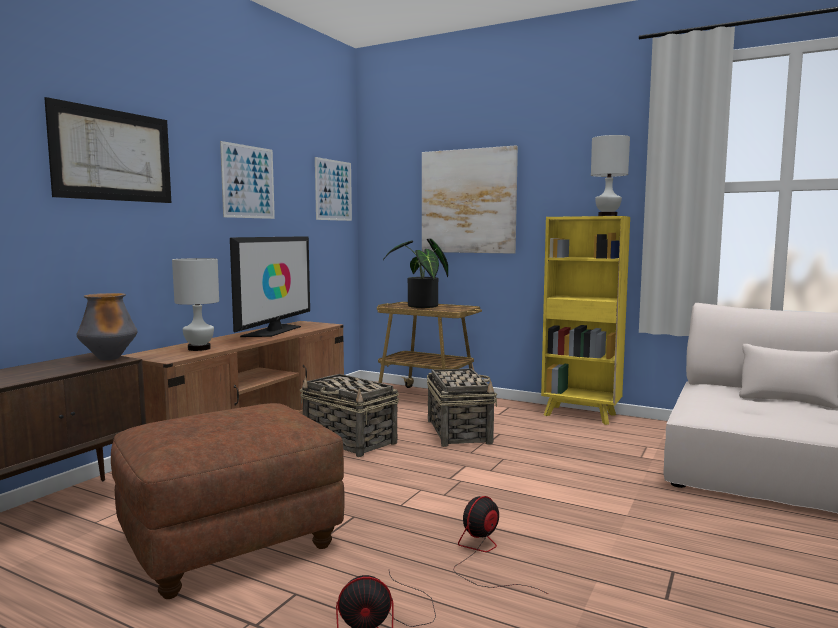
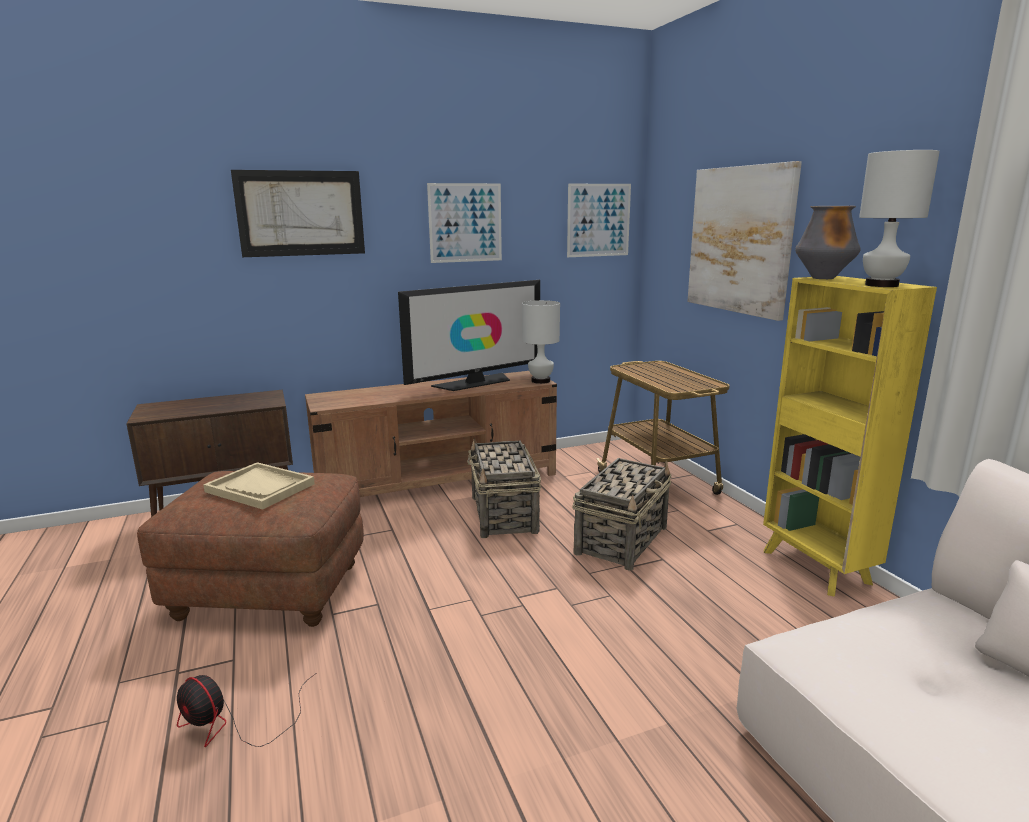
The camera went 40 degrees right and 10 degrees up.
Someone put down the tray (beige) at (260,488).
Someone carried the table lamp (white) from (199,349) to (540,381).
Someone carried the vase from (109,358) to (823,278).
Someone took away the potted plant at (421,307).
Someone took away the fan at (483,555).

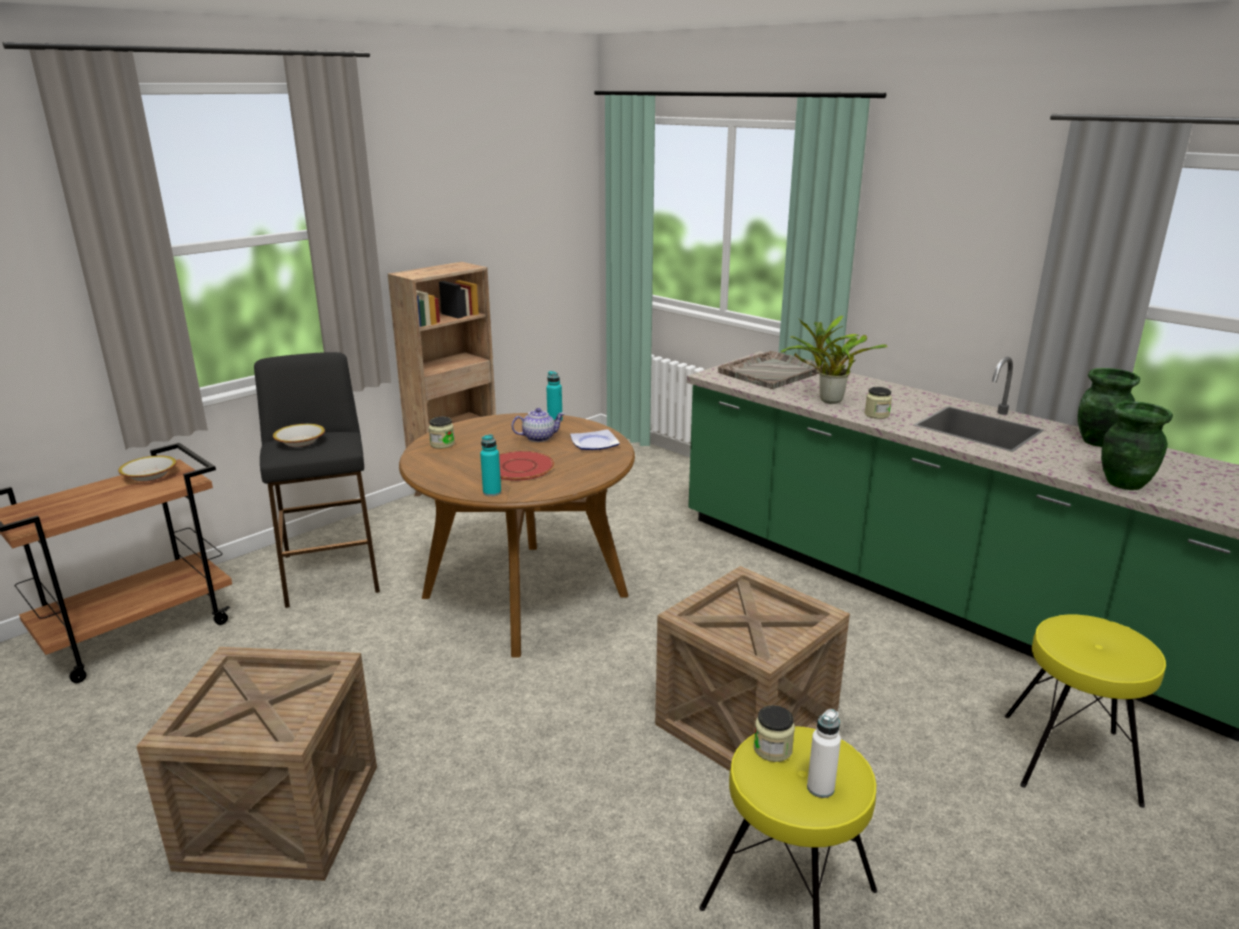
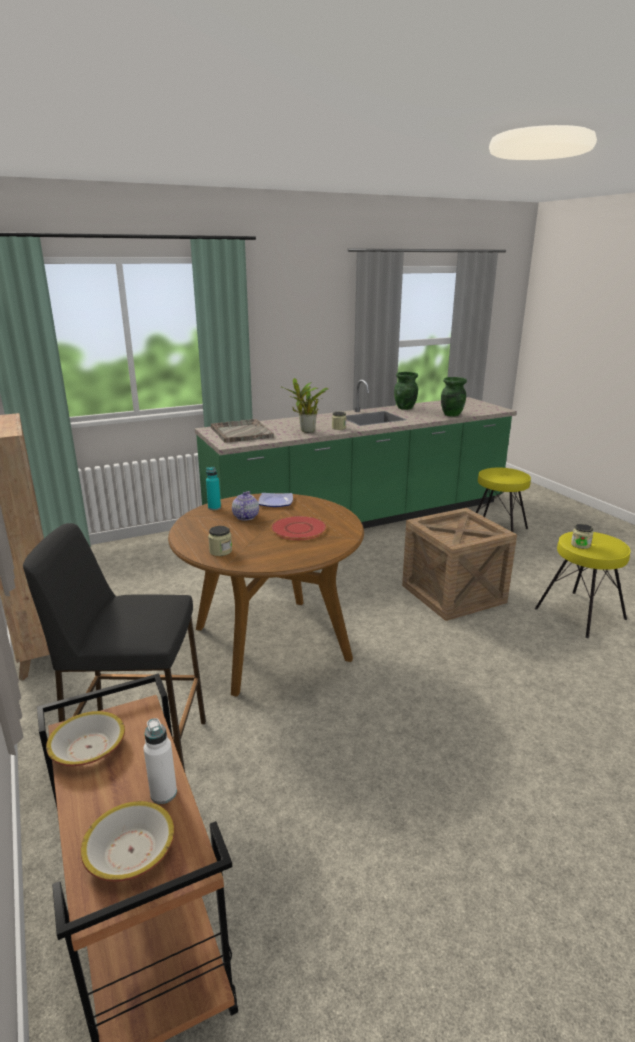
The camera went 70 degrees left and 0 degrees up.
Someone carried the bowl from (300,442) to (131,851).
Someone carried the bottle (white) from (820,788) to (163,793).
Someone took away the crate at (281,815).
Someone took away the bottle (turquoise) at (492,492).

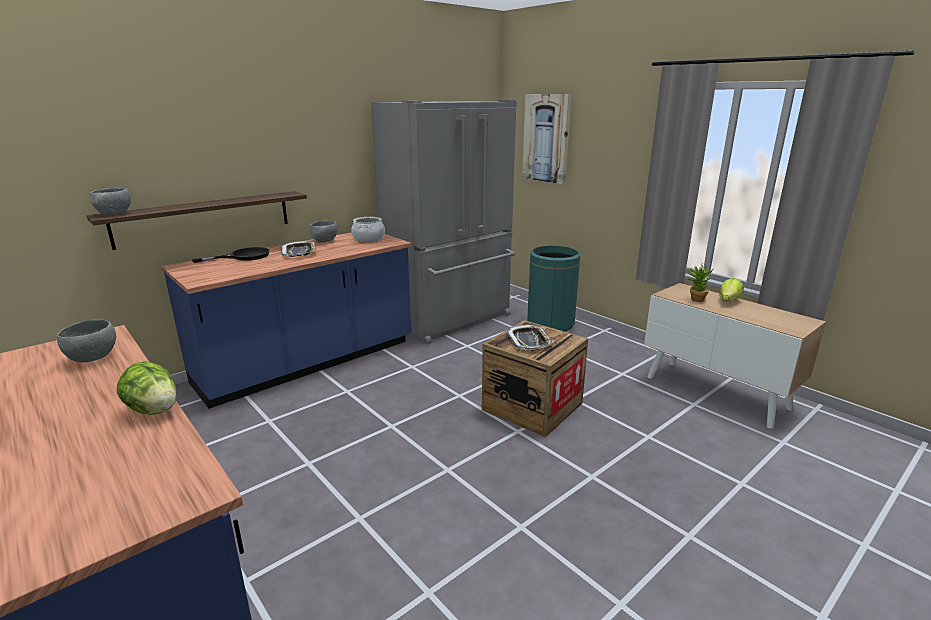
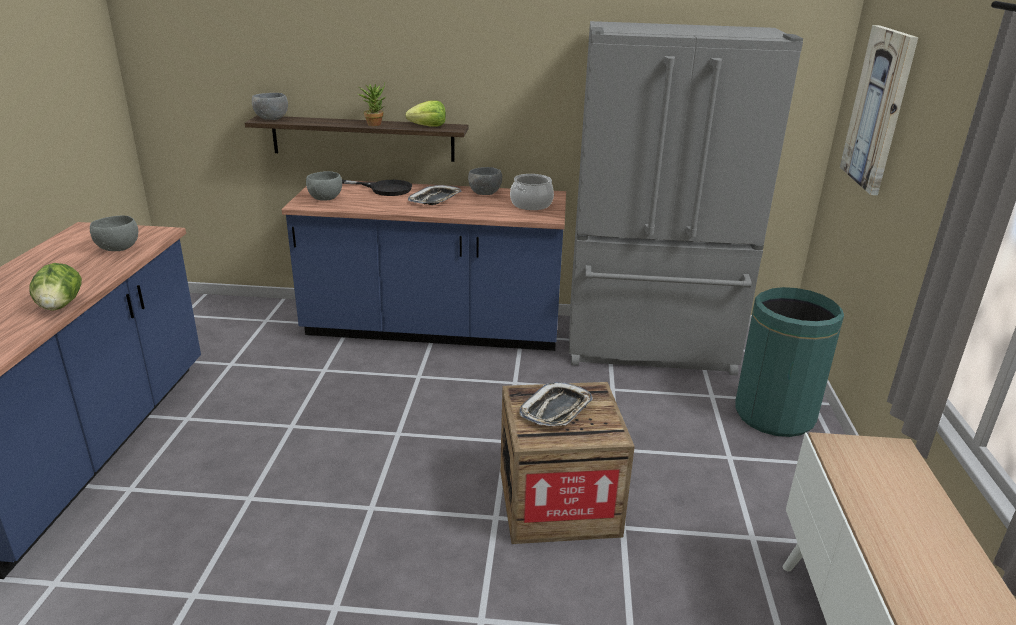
The camera went 45 degrees right and 5 degrees up.
Someone put down the bowl (grey) at (326,199).
Someone carried the potted plant from (694,299) to (374,123).
Someone carried the lettuce from (728,301) to (428,126).

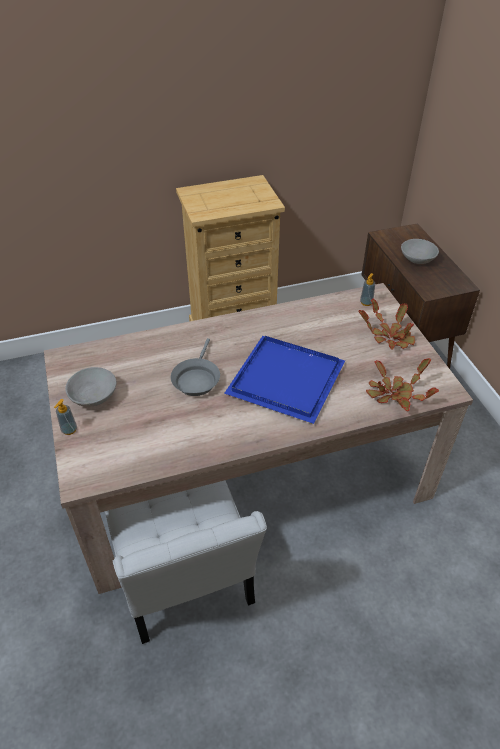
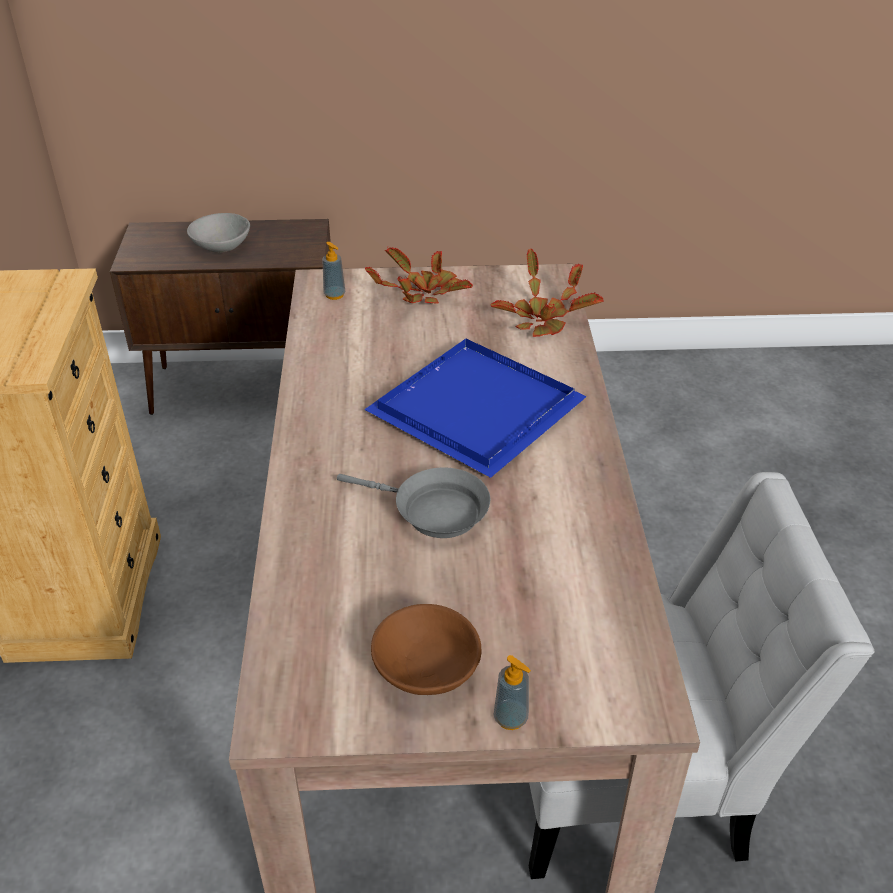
The camera went 75 degrees left and 5 degrees down.
Someone repainted the bowl (grey) at (93,396), which became the bowl (brown) at (426,670).

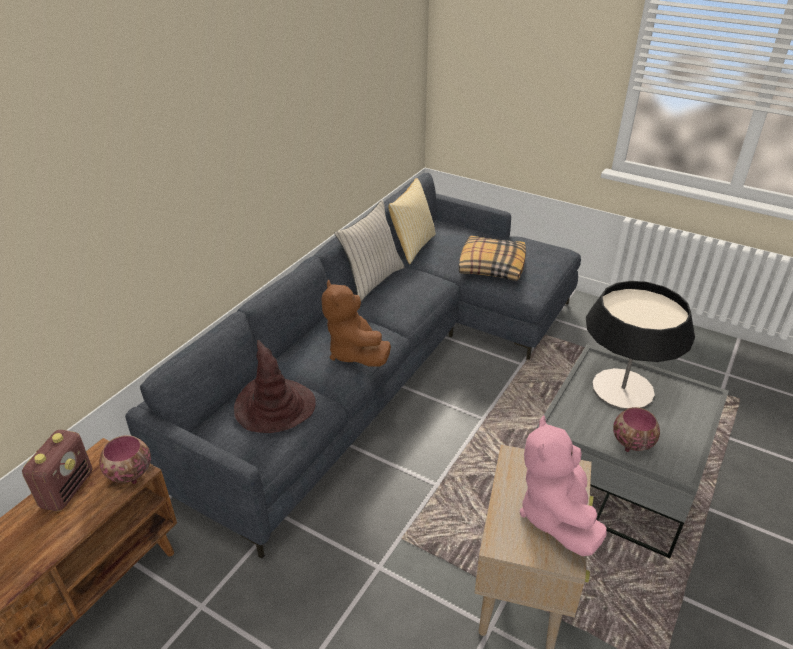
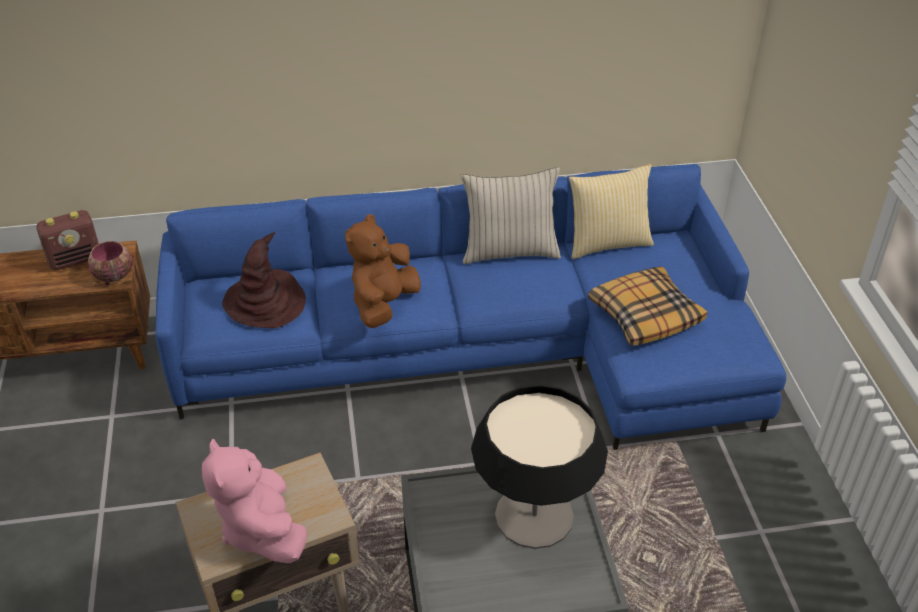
The camera went 50 degrees right and 5 degrees up.
Someone repainted the sofa (grey) at (388,362), which became the sofa (blue) at (484,350).
Someone rotated the plush toy (pink) at (556,515) by 75 degrees counterclockwise.
Someone took away the bowl at (631,442).

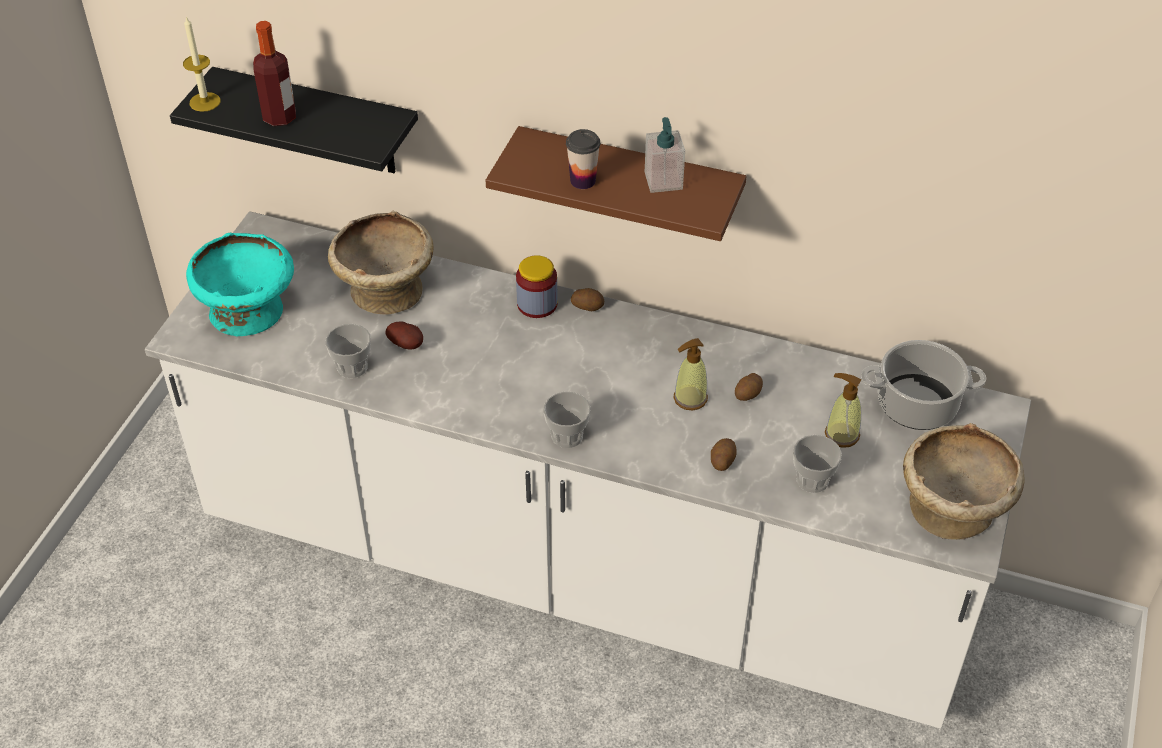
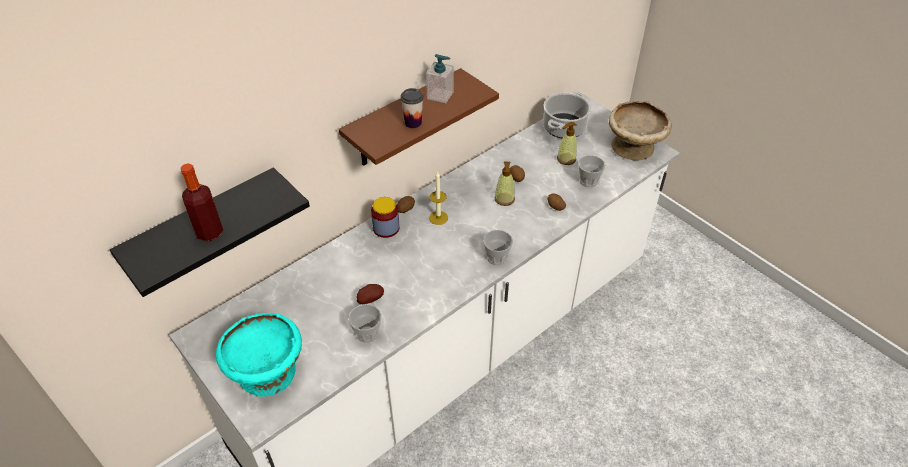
The camera went 60 degrees left and 0 degrees up.
Someone carried the candle from (205,102) to (438,218).
Someone took away the bowl (beige) at (385,289).

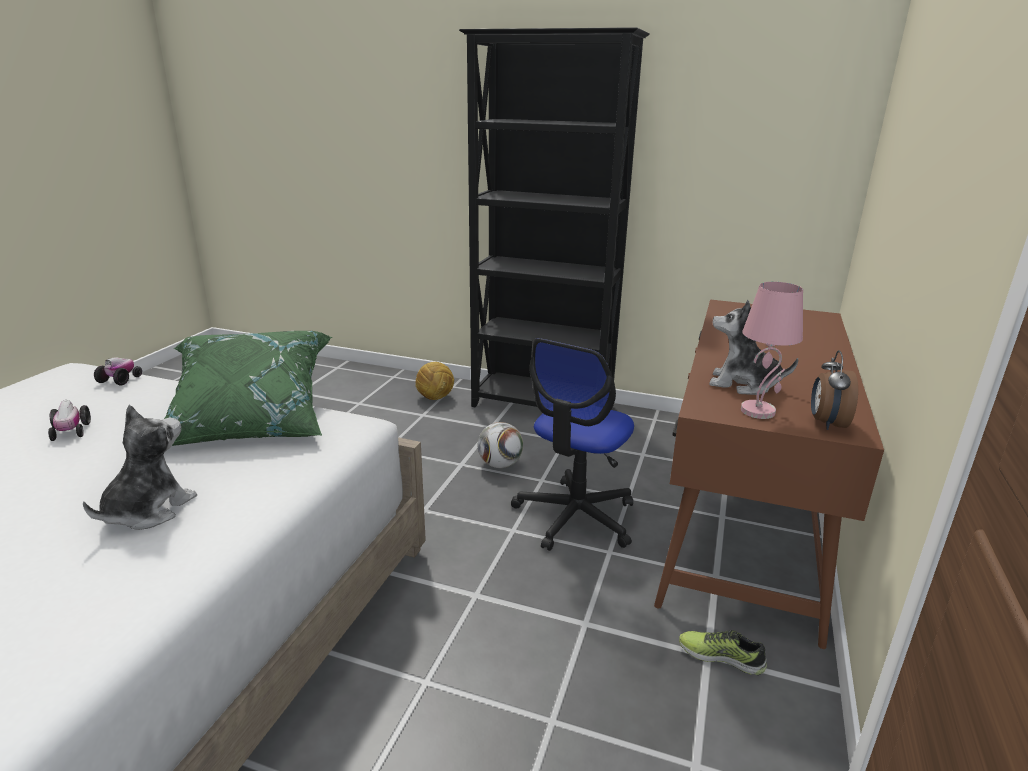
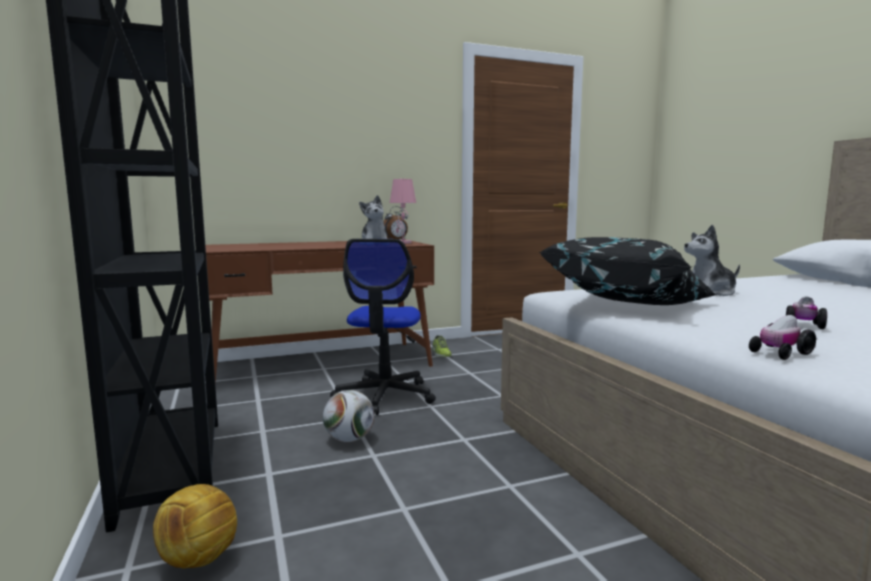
The camera went 130 degrees left and 15 degrees down.
Someone rotated the office chair at (575,516) by 105 degrees clockwise.
Someone repainted the pillow (green) at (250,419), which became the pillow (black) at (628,305).

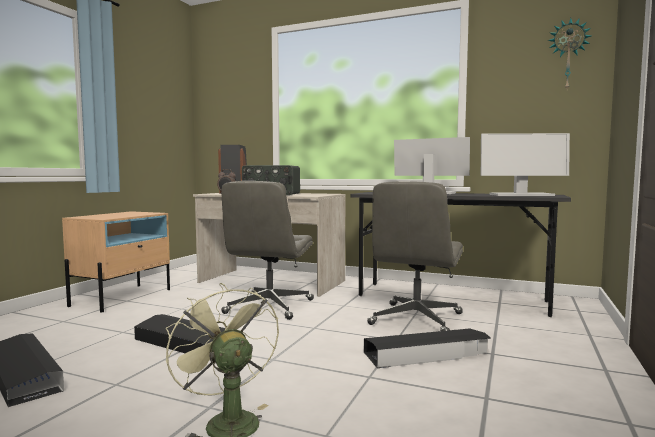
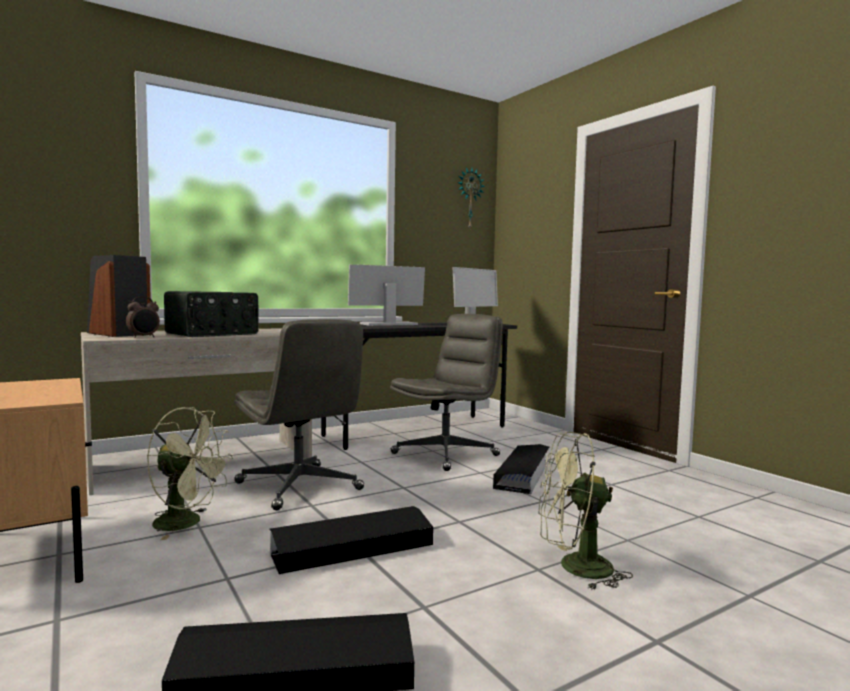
The camera went 55 degrees left and 0 degrees up.
Someone put down the fan (green) at (187,523).
Someone rotated the office chair (grey) at (416,319) by 105 degrees counterclockwise.

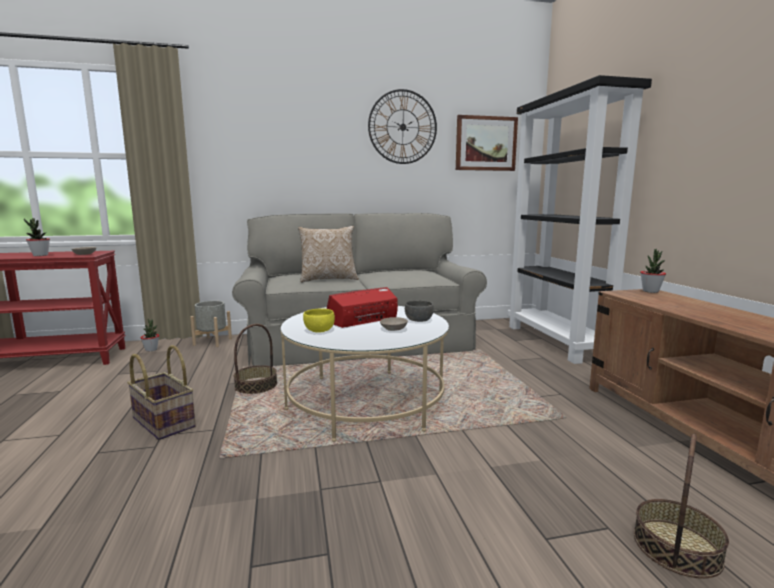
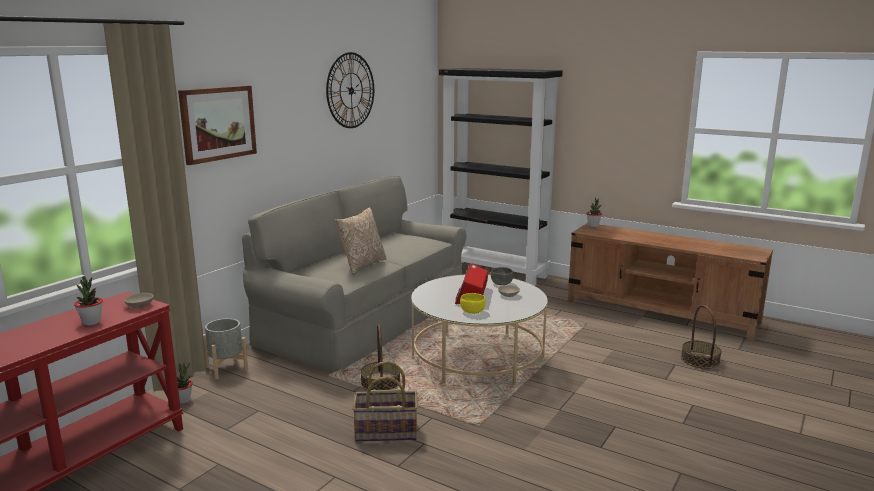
The camera went 45 degrees left and 5 degrees up.
Someone carried the picture from (485,143) to (218,123).

